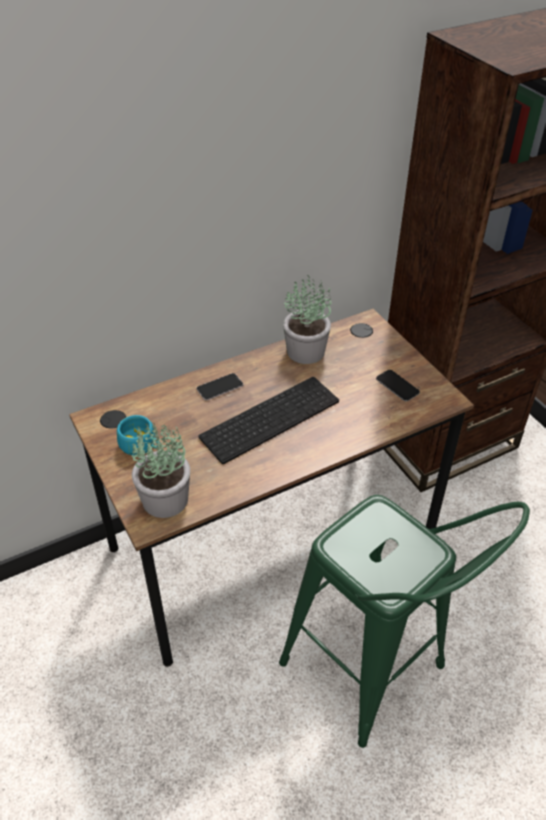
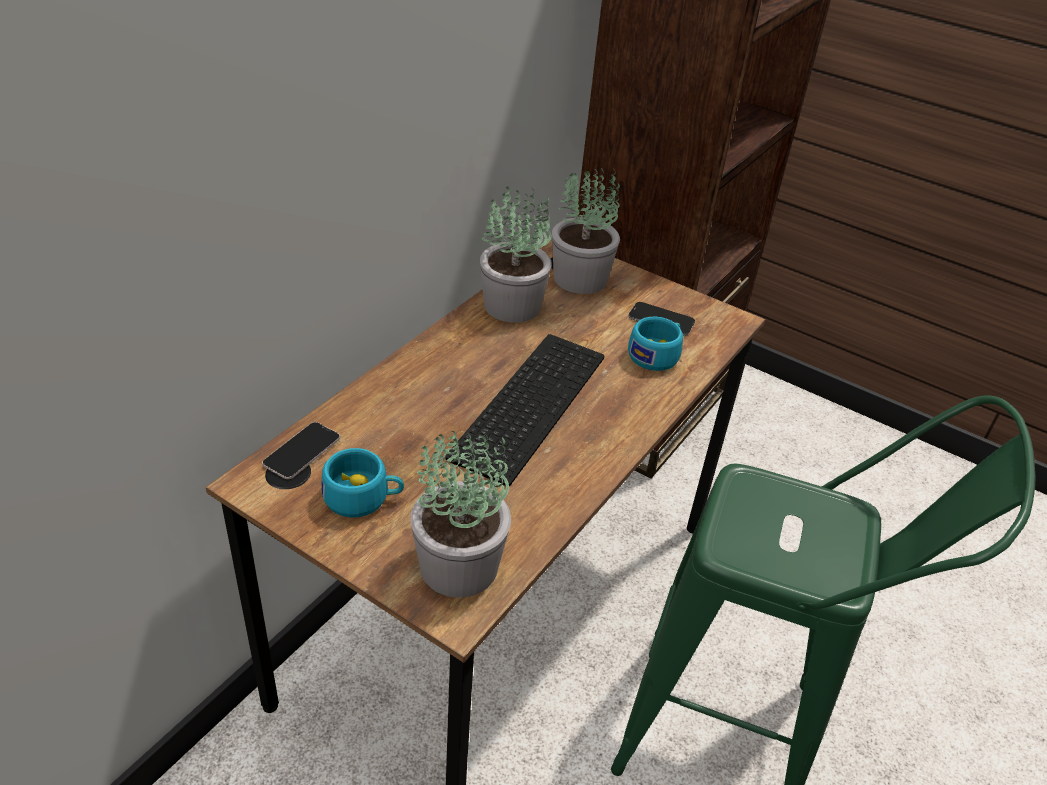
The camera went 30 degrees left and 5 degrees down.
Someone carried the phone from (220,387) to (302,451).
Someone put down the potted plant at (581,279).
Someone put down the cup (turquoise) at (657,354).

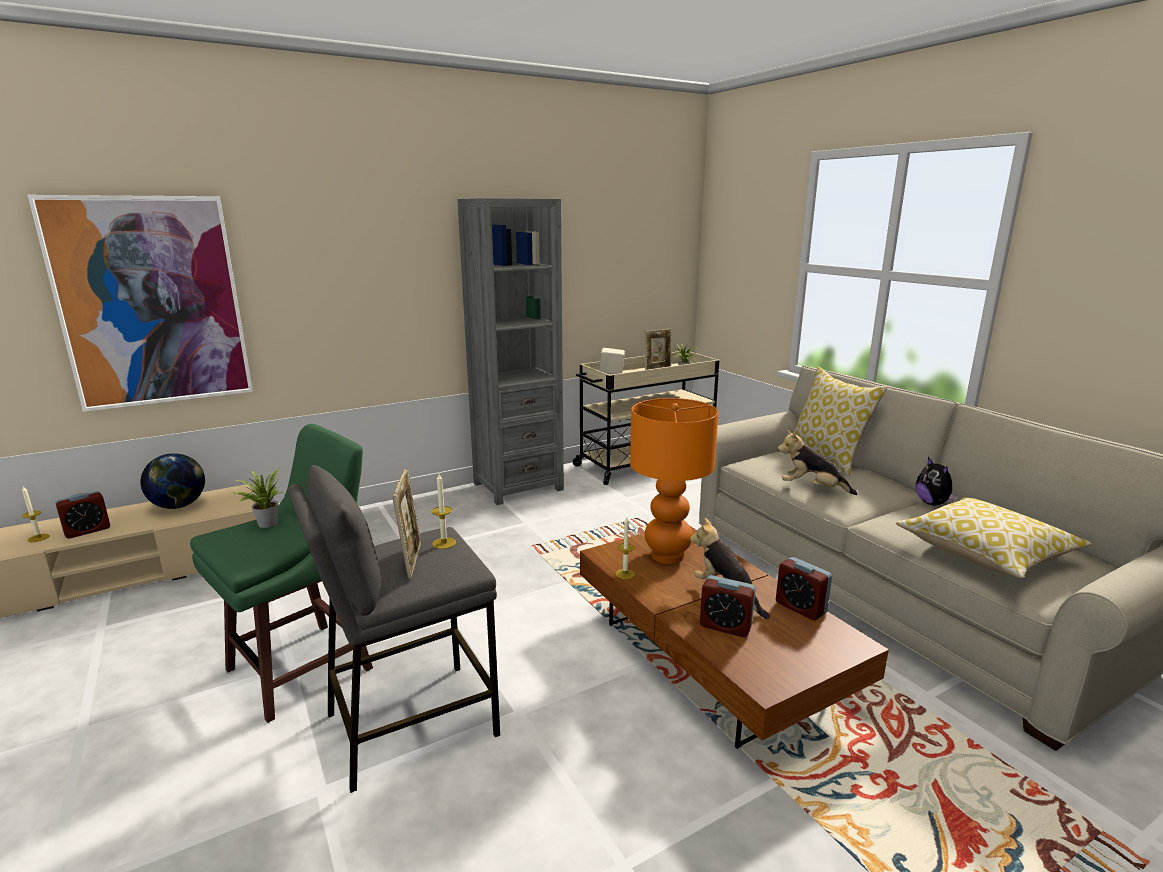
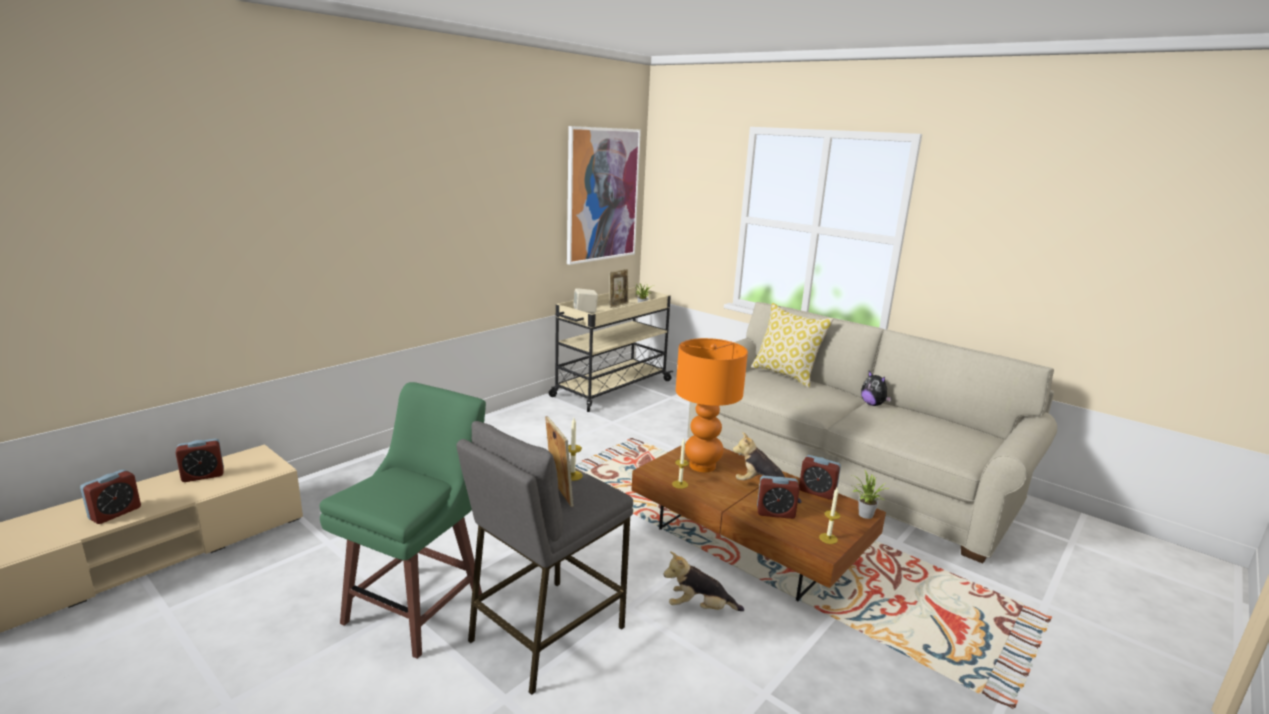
The camera went 20 degrees left and 0 degrees up.
Someone swapped the globe at (179,506) for the alarm clock at (203,476).
Someone carried the picture from (152,302) to (602,195).
Someone carried the plush toy from (812,489) to (699,608).
Someone carried the candle from (38,538) to (828,538).
Someone carried the potted plant from (265,523) to (863,515).
Someone took away the bookcase (grey) at (518,486).
Someone took away the pillow at (985,554).

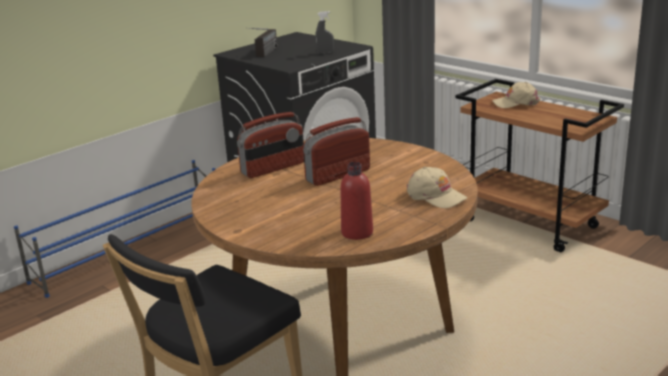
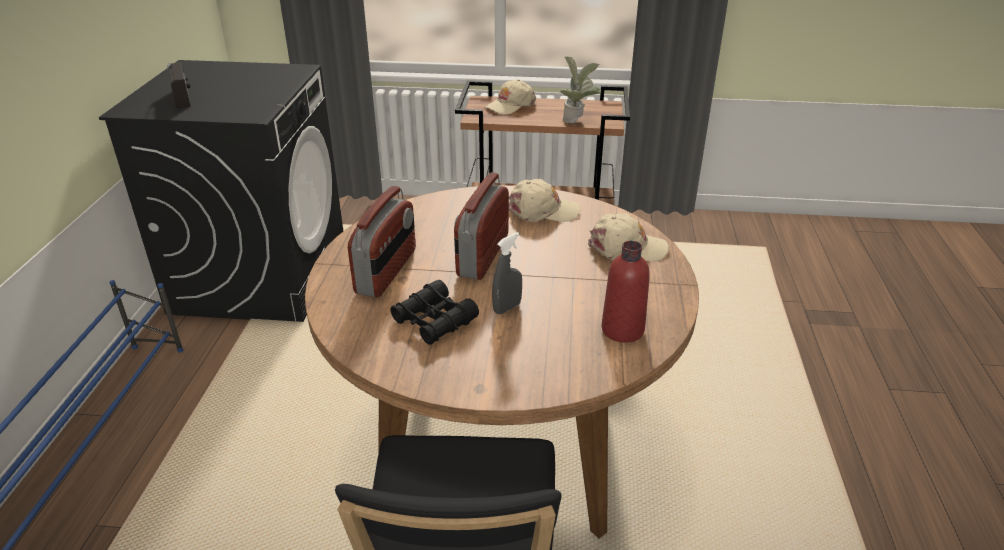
The camera went 40 degrees left and 10 degrees up.
Someone put down the binoculars (black) at (434,321).
Someone carried the spray bottle (grey) from (325,53) to (507,308).
Someone put down the cap (beige) at (542,210).
Someone put down the potted plant at (577,121).

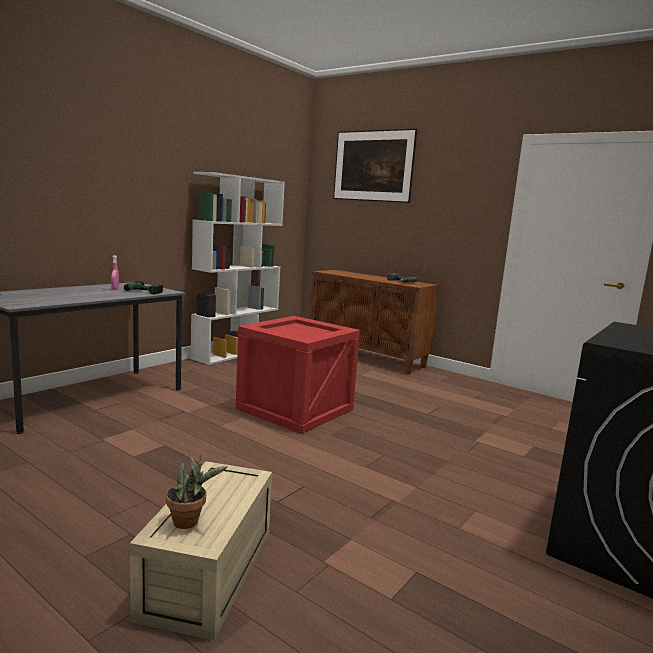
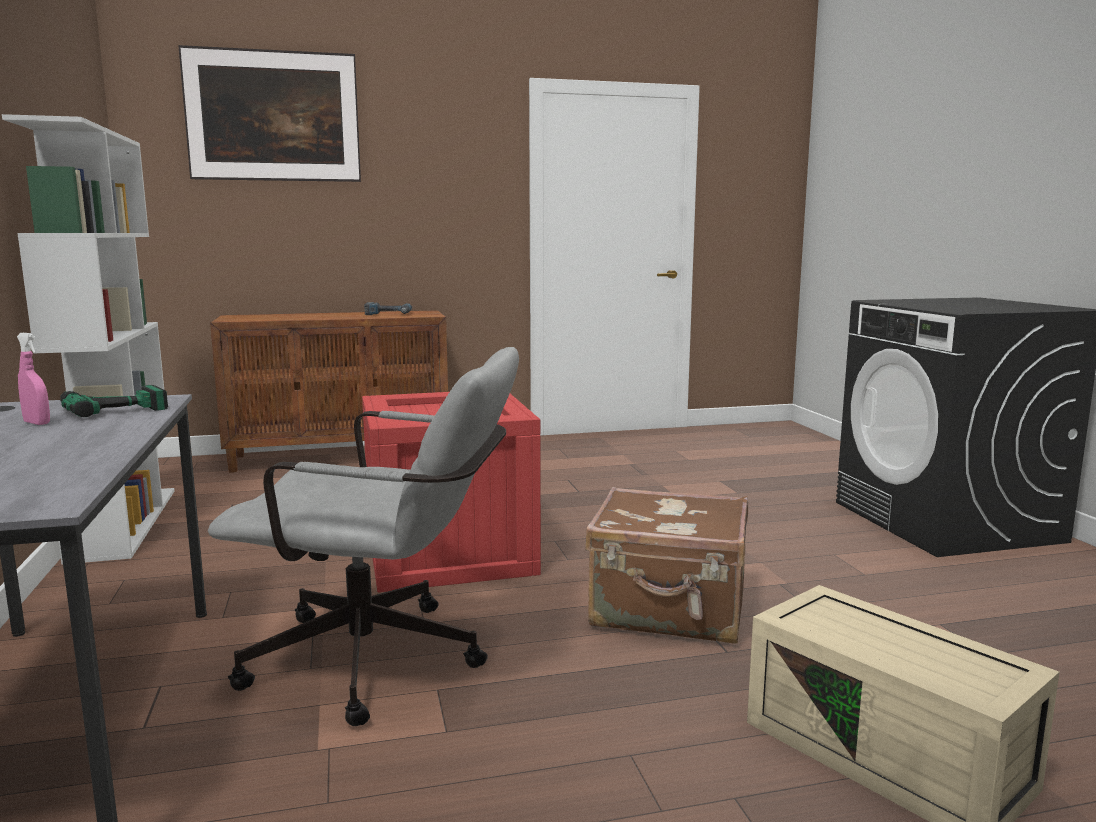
The camera went 50 degrees left and 0 degrees up.
Someone put down the office chair (grey) at (386,662).
Someone put down the suitcase (brown) at (669,611).
Someone took away the potted plant at (190,522).

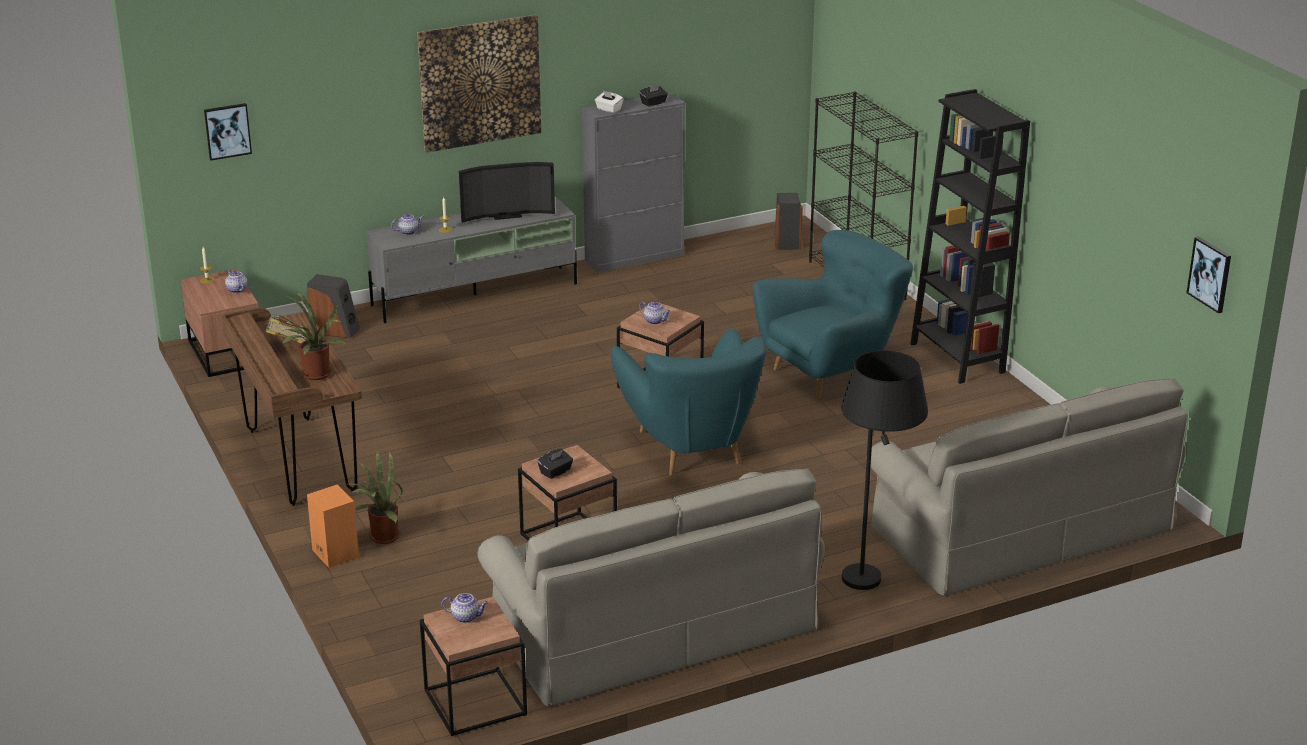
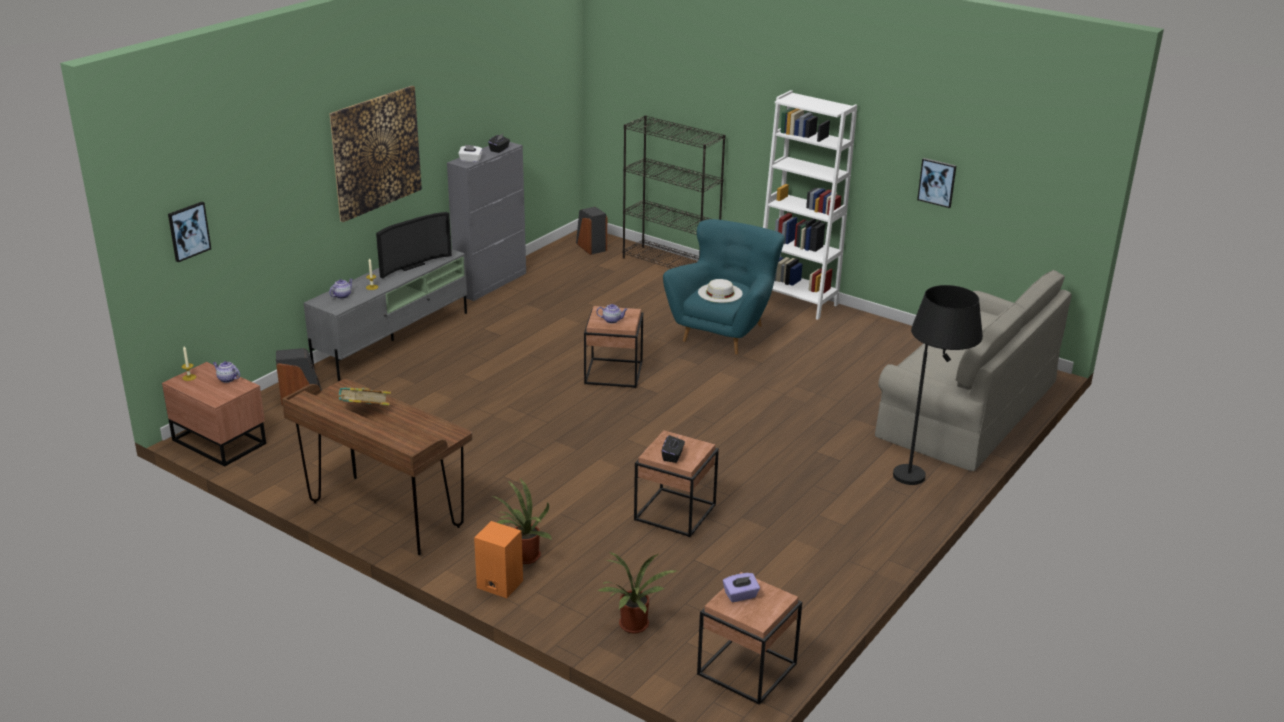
The camera went 30 degrees left and 0 degrees up.
Someone carried the potted plant from (314,375) to (633,627).
Someone put down the hat (white) at (720,293).
Someone swapped the teapot at (466,617) for the tissue box (purple) at (740,596).
Someone repainted the bookcase (black) at (957,358), which became the bookcase (white) at (796,302).
Someone carried the picture from (1210,274) to (937,182).
Someone took away the sofa (grey) at (654,628).
Someone took away the armchair (turquoise) at (691,449).

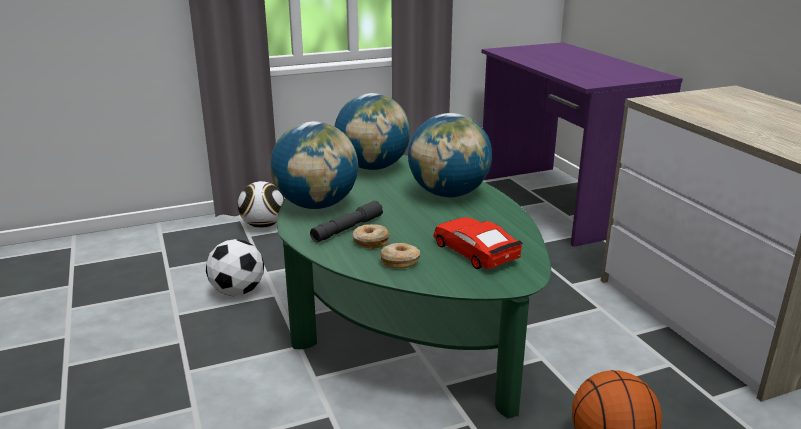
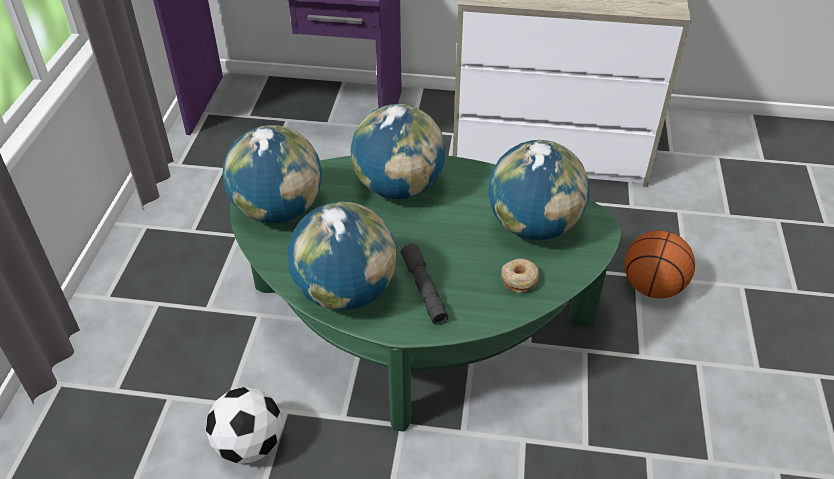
The camera went 60 degrees left and 20 degrees up.
Someone swapped the toy car (red) at (475,252) for the globe at (533,226).
Someone took away the football at (263,225).
Someone took away the donut at (370,242).

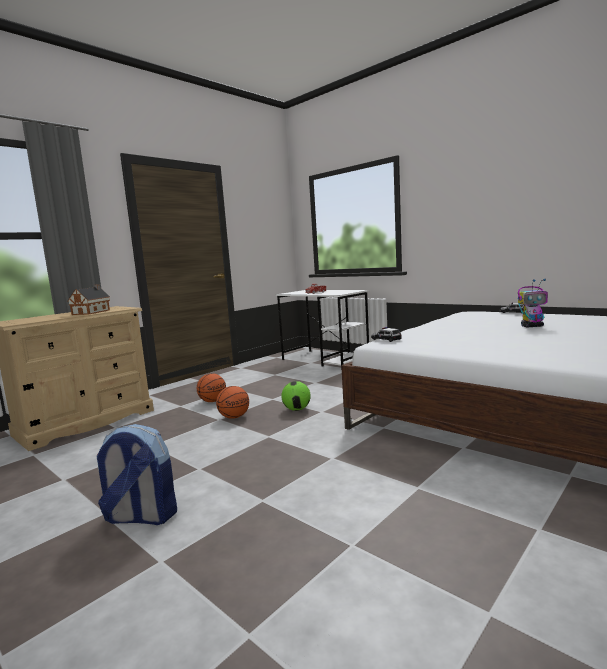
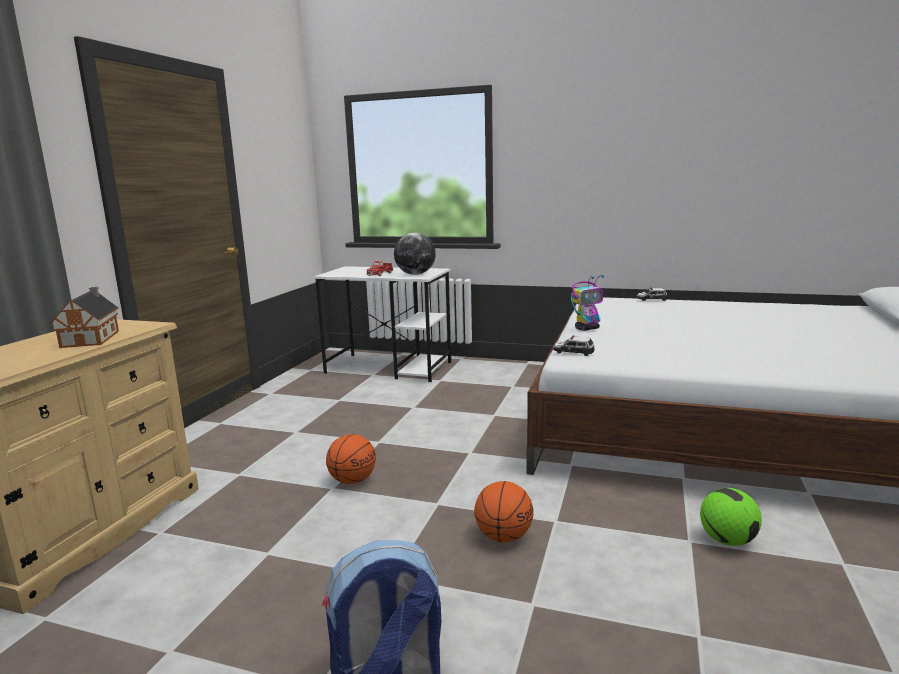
The camera went 25 degrees left and 5 degrees up.
Someone put down the globe at (415,274).
Someone carried the basketball from (213,401) to (503,536).
Someone carried the toy robot from (532,326) to (587,328).
Someone carried the football from (297,409) to (727,540).

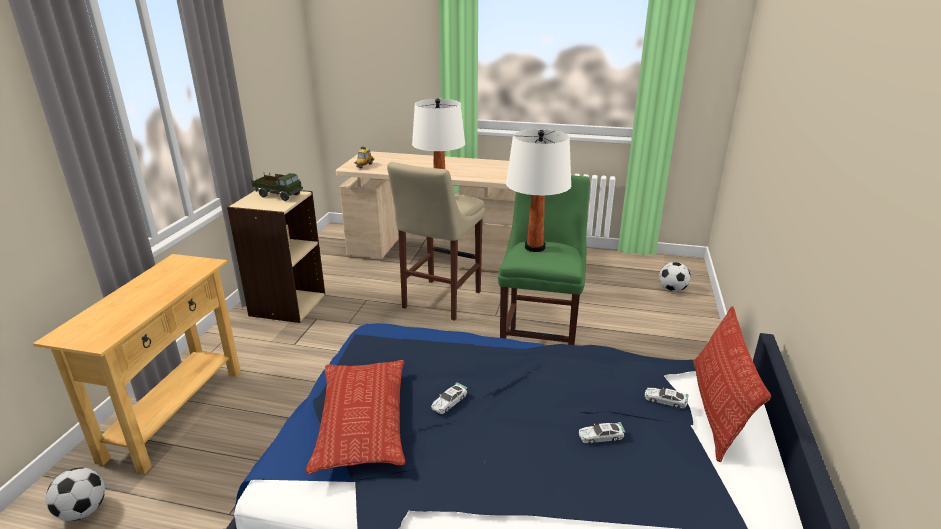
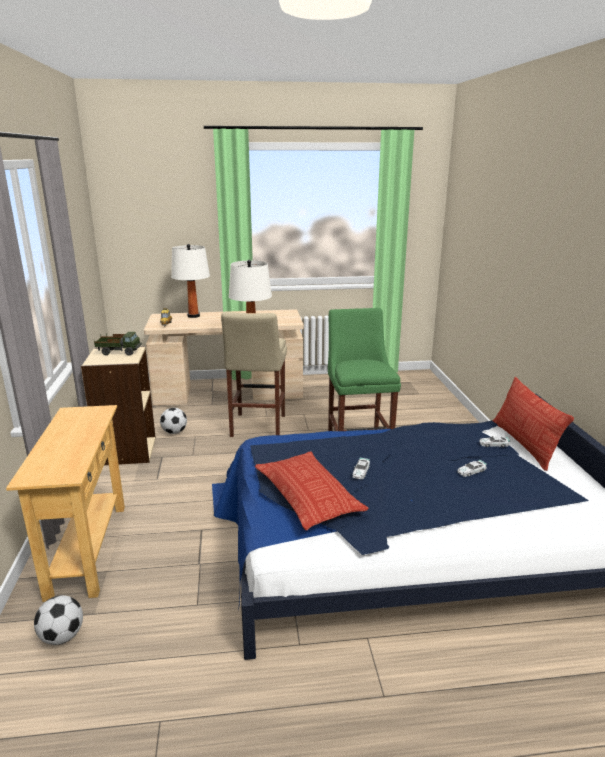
The camera went 20 degrees left and 5 degrees down.
Someone carried the football from (672,289) to (174,432).
Someone carried the table lamp (white) from (535,247) to (193,316).

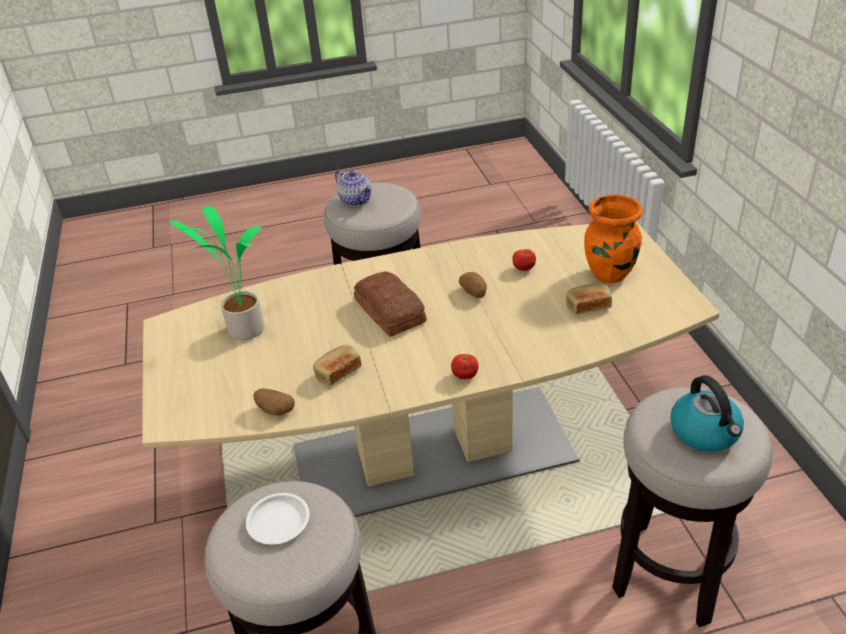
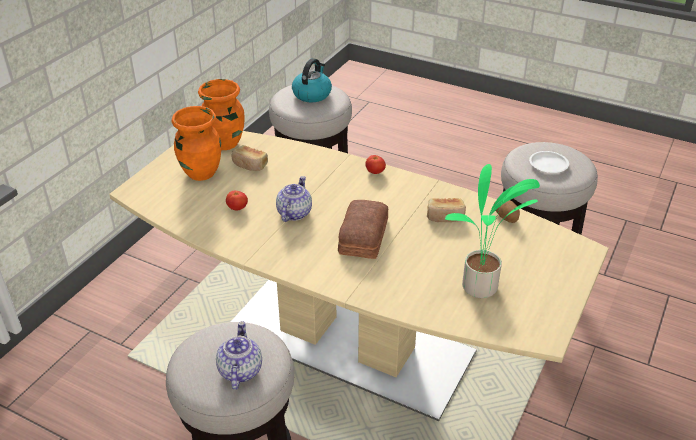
The camera went 140 degrees left and 0 degrees up.
Someone put down the vase (orange) at (224,143).
Someone swapped the potato at (474,293) for the teapot at (294,213).

